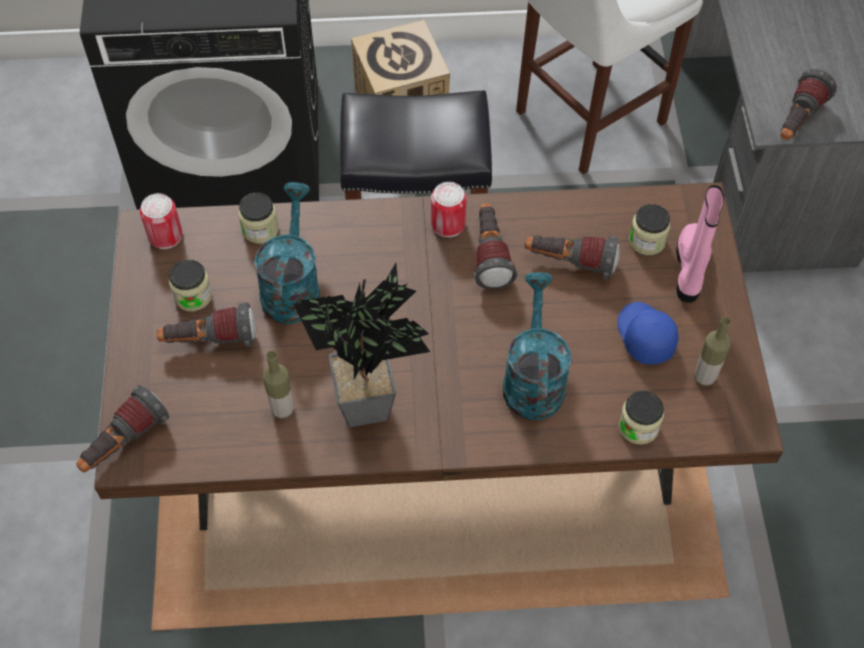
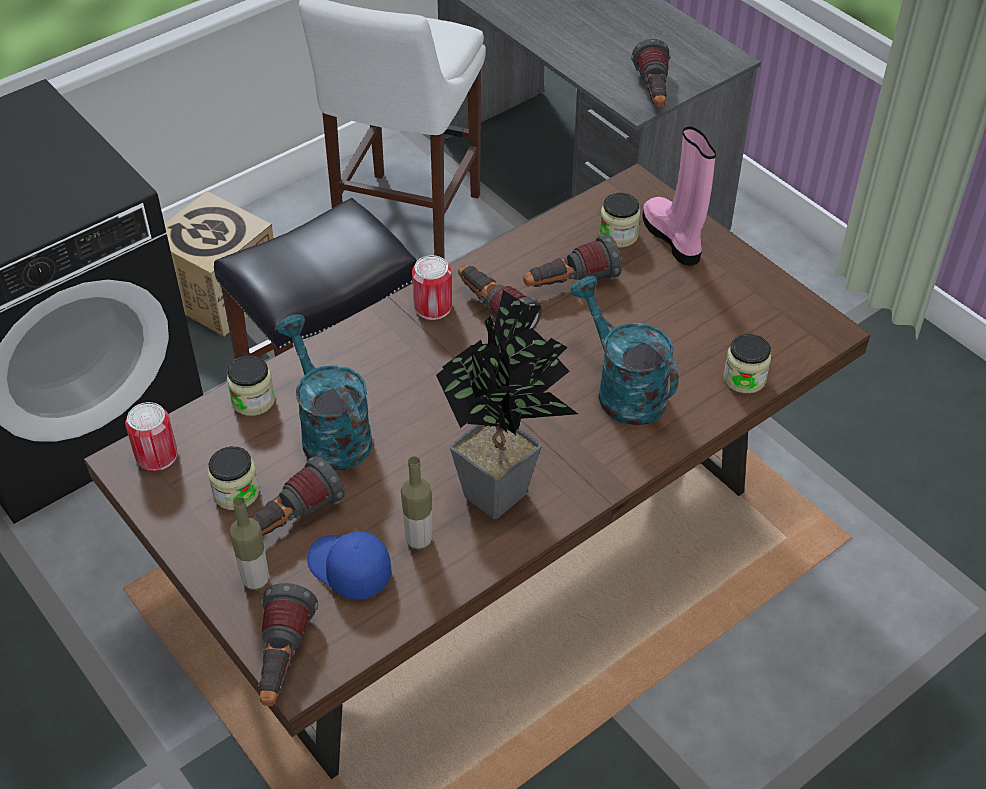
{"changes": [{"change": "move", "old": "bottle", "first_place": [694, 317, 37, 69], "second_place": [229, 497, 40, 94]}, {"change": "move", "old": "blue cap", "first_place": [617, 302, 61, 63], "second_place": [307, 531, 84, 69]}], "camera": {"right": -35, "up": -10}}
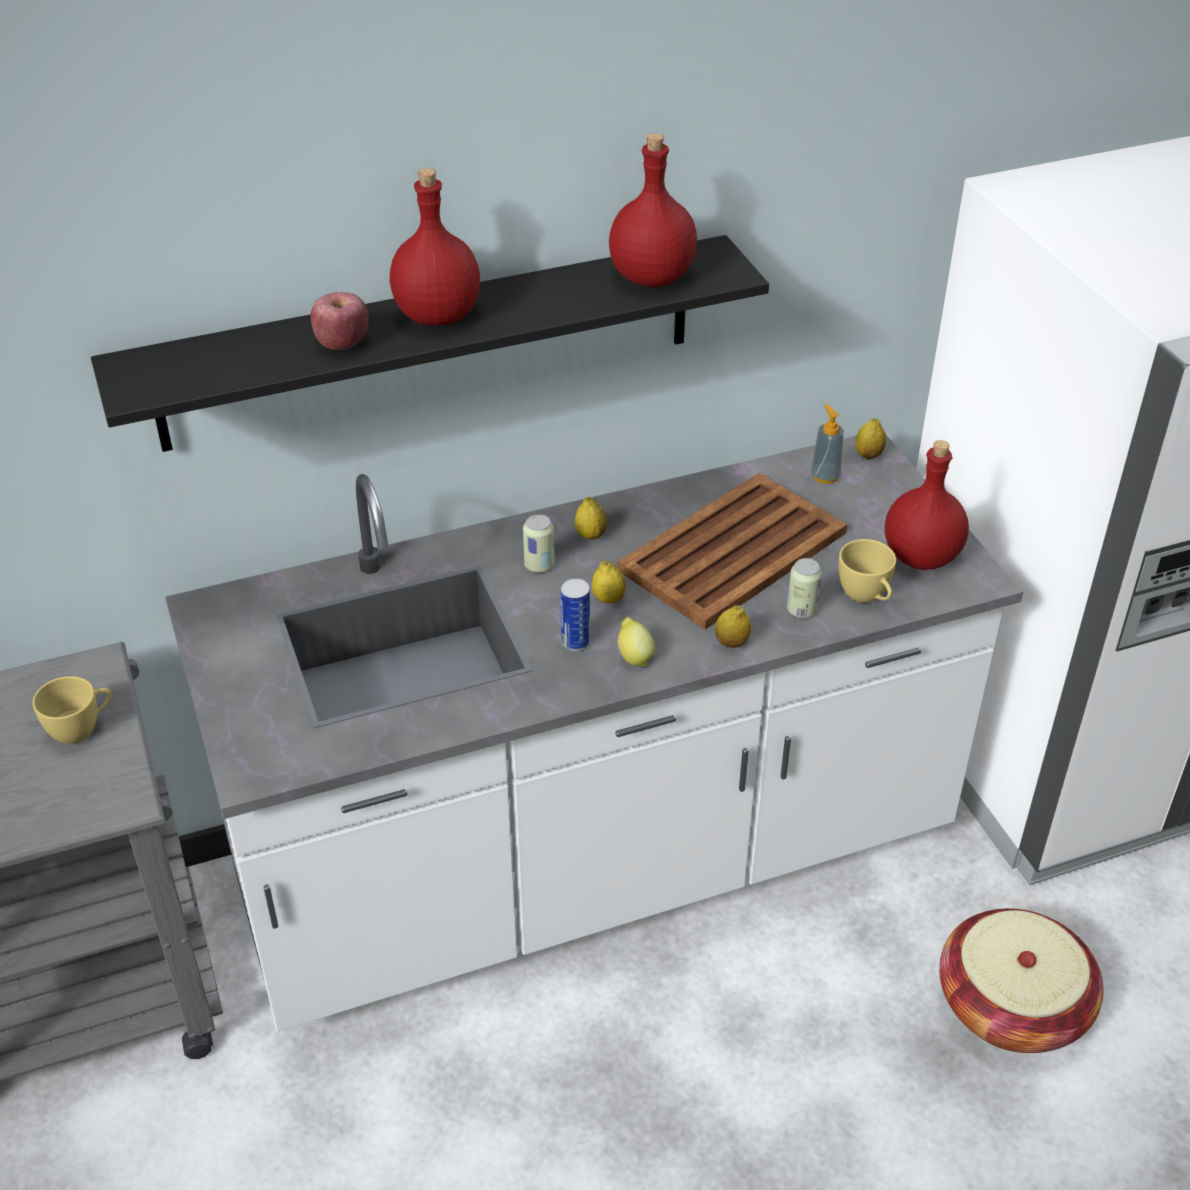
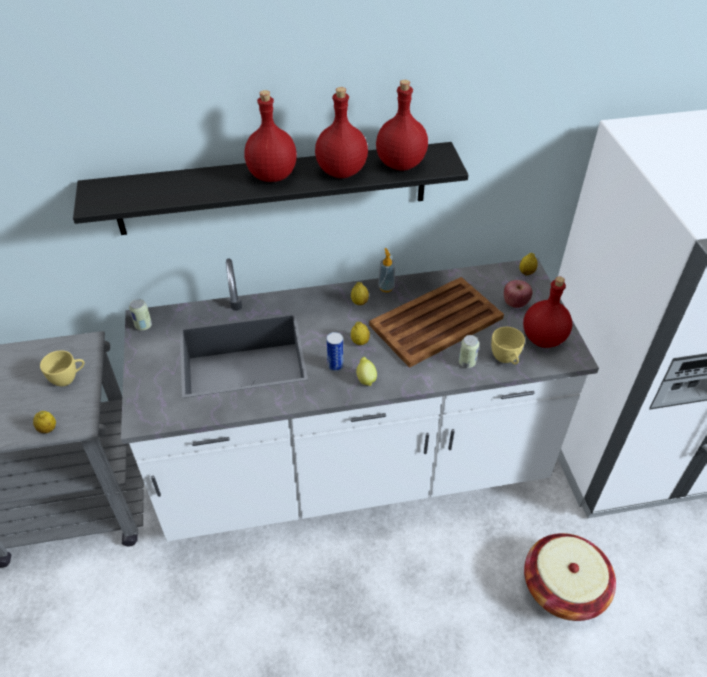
{"changes": [{"change": "move", "old": "lemon", "first_place": [715, 605, 36, 43], "second_place": [33, 411, 23, 22]}, {"change": "move", "old": "can", "first_place": [523, 515, 31, 58], "second_place": [129, 299, 23, 32]}, {"change": "insert", "new": "red bottle", "second_place": [315, 87, 53, 91]}, {"change": "move", "old": "soap dispenser", "first_place": [811, 404, 33, 80], "second_place": [378, 248, 17, 44]}, {"change": "move", "old": "apple", "first_place": [311, 292, 58, 58], "second_place": [504, 280, 28, 28]}], "camera": {"right": 10, "up": 5}}
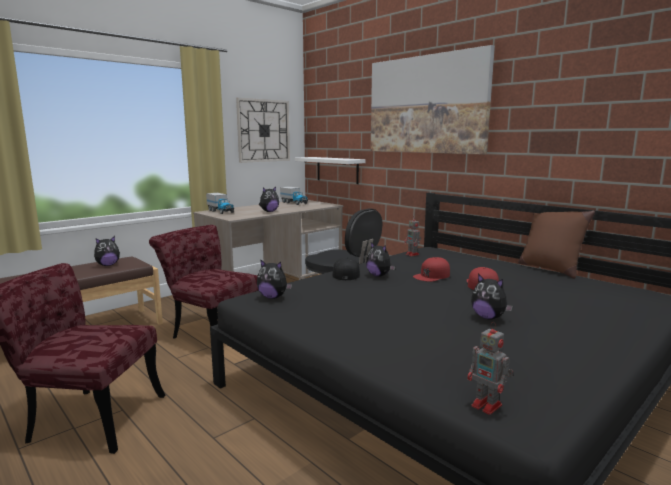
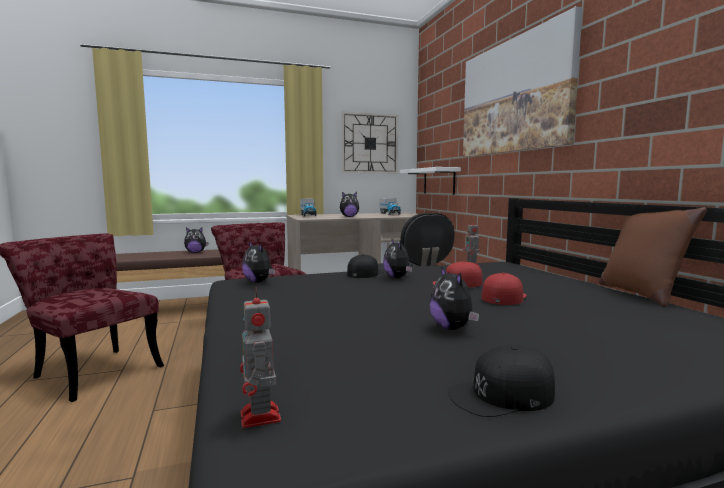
{"changes": [{"change": "insert", "new": "black cap", "second_place": [448, 345, 107, 72]}], "camera": {"right": 25, "up": -5}}
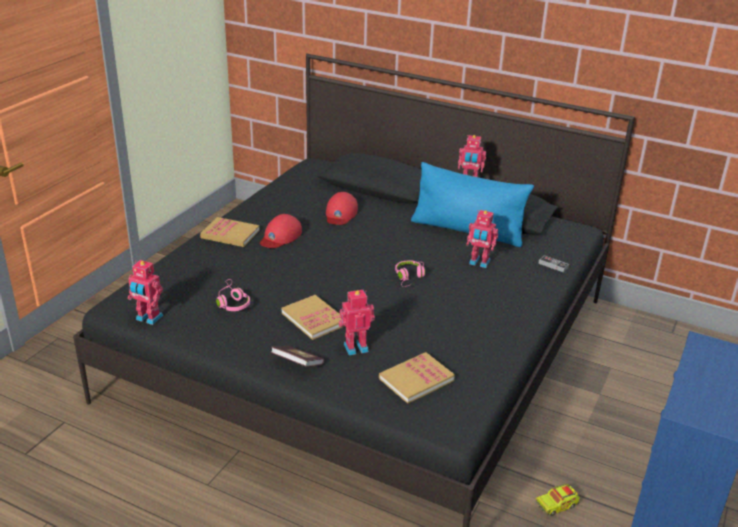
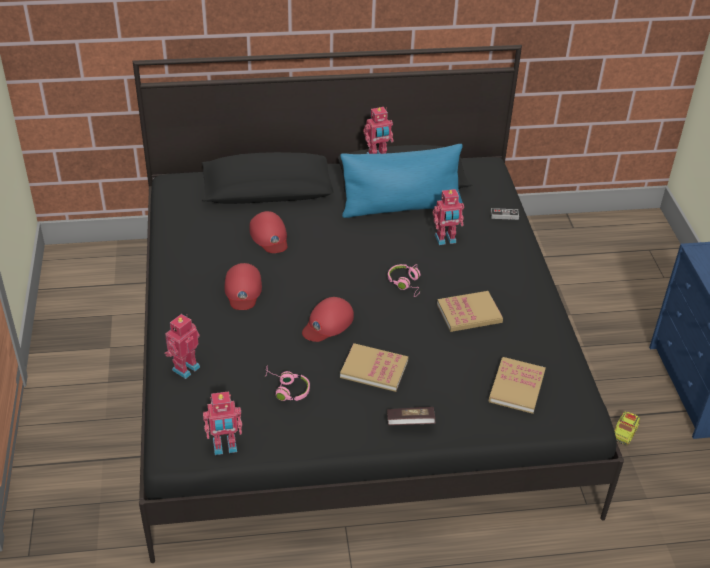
{"changes": [{"change": "move", "old": "toy robot", "first_place": [338, 290, 37, 65], "second_place": [164, 314, 36, 65]}, {"change": "insert", "new": "red cap", "second_place": [302, 297, 52, 45]}, {"change": "move", "old": "book", "first_place": [200, 217, 59, 30], "second_place": [437, 291, 66, 41]}], "camera": {"right": -35, "up": 10}}
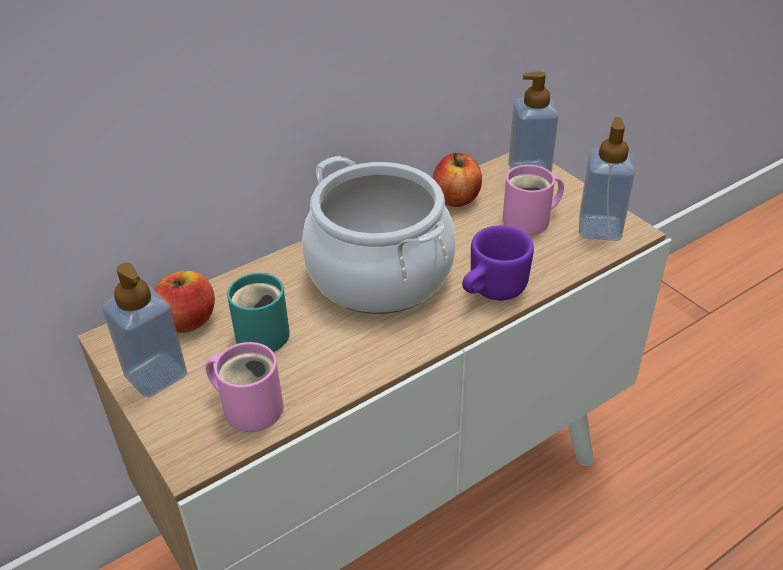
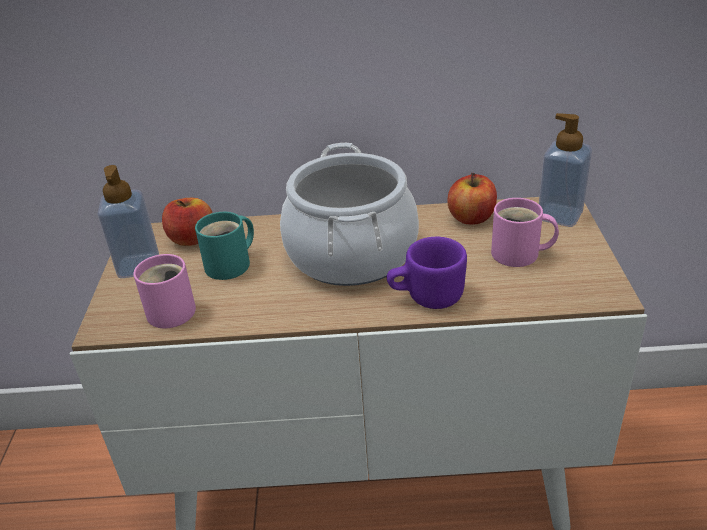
{"changes": [{"change": "delete", "old": "soap dispenser", "first_place": [579, 117, 56, 124]}], "camera": {"right": 35, "up": -5}}
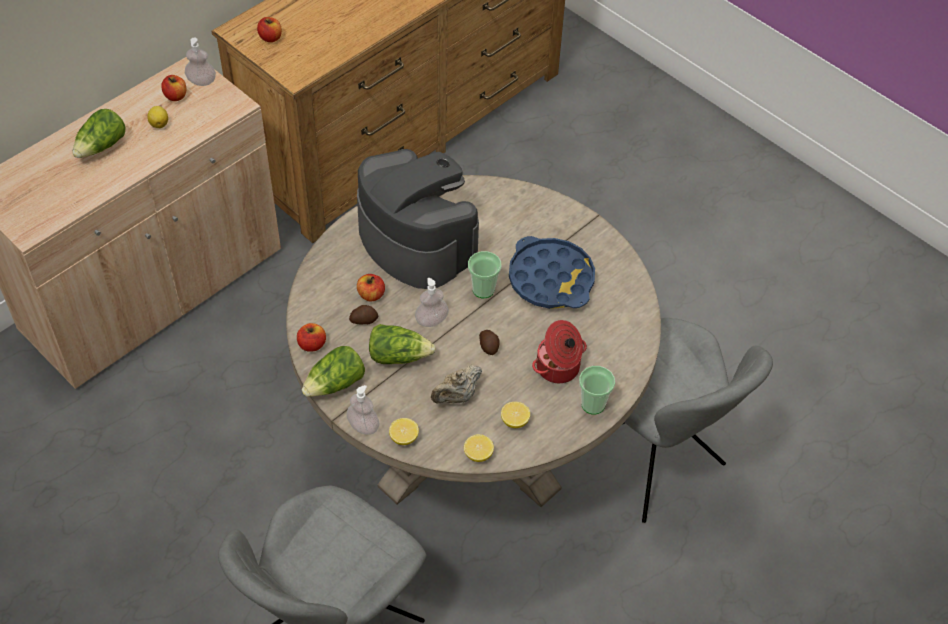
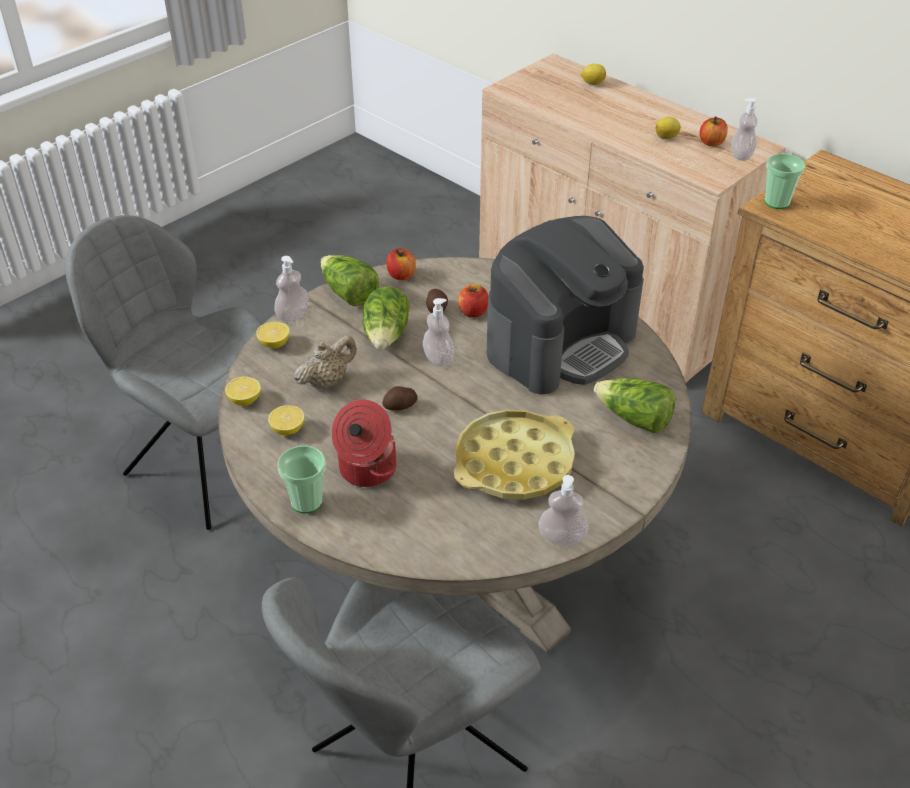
{"changes": [{"change": "rotate", "old": "beige teapot", "first_place": [431, 365, 51, 39], "second_place": [294, 335, 63, 55], "degrees": 90}, {"change": "recolor", "old": "blue tray", "new": "yellow tray", "first_place": [509, 236, 86, 73], "second_place": [454, 410, 121, 90]}, {"change": "insert", "new": "soap dispenser", "second_place": [539, 475, 50, 71]}, {"change": "insert", "new": "lemon", "second_place": [581, 64, 25, 21]}, {"change": "move", "old": "lettuce", "first_place": [72, 109, 54, 49], "second_place": [594, 378, 81, 55]}, {"change": "move", "old": "cup", "first_place": [468, 251, 34, 47], "second_place": [765, 153, 40, 56]}, {"change": "delete", "old": "apple", "first_place": [257, 17, 25, 25]}], "camera": {"right": 90, "up": -10}}
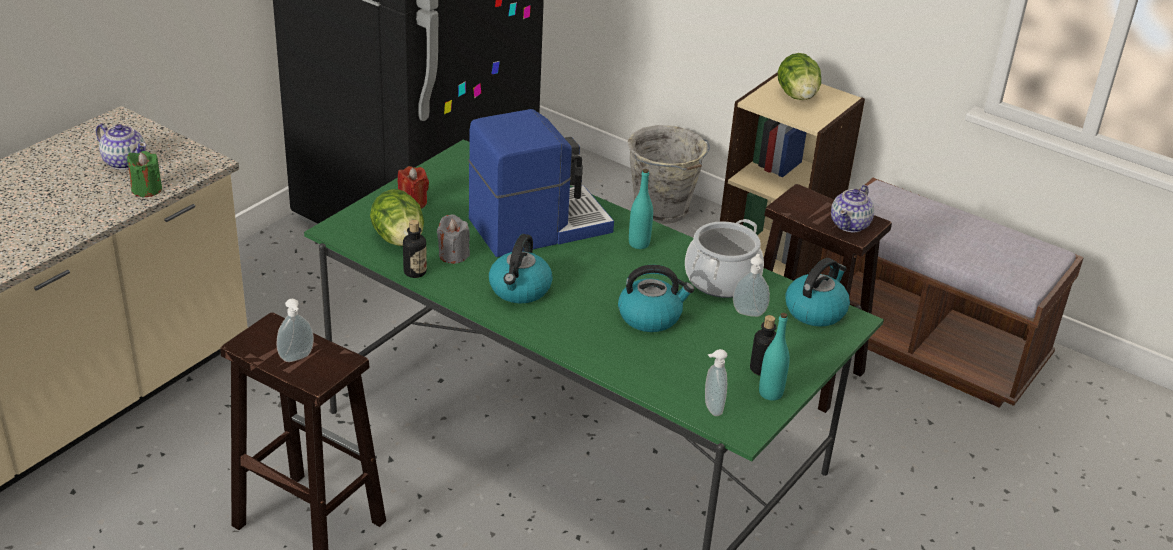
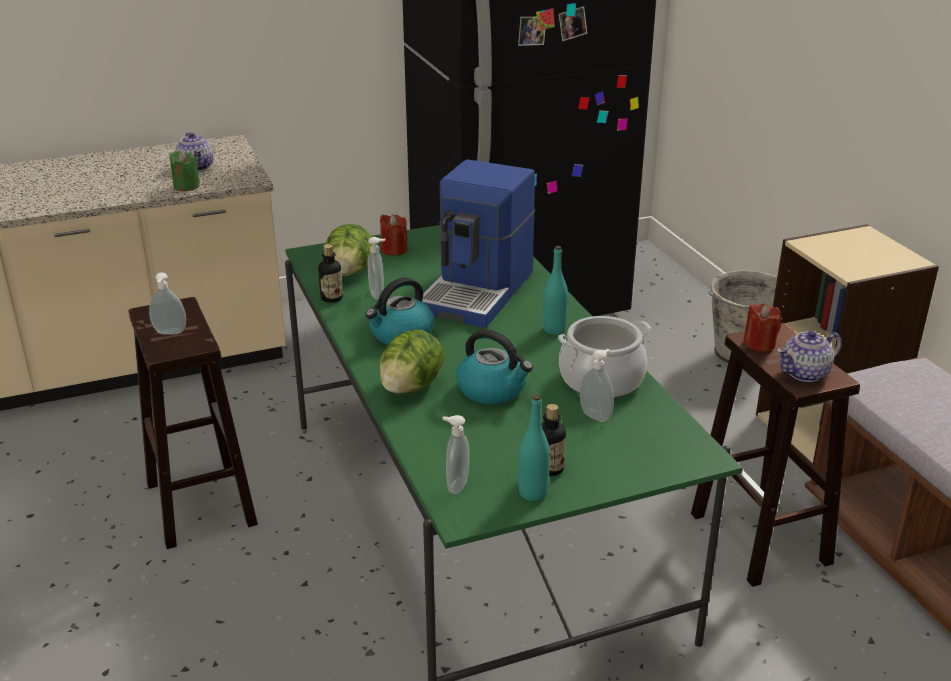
{"changes": [{"change": "replace", "old": "grey candle", "new": "soap dispenser", "first_place": [437, 214, 33, 50], "second_place": [368, 237, 18, 62]}, {"change": "move", "old": "lettuce", "first_place": [777, 53, 44, 47], "second_place": [379, 330, 65, 64]}, {"change": "rotate", "old": "coffee machine", "first_place": [468, 109, 146, 148], "second_place": [422, 159, 113, 169], "degrees": 105}, {"change": "insert", "new": "red candle", "second_place": [744, 303, 37, 49]}, {"change": "delete", "old": "kettle", "first_place": [785, 258, 65, 69]}], "camera": {"right": 35, "up": -5}}
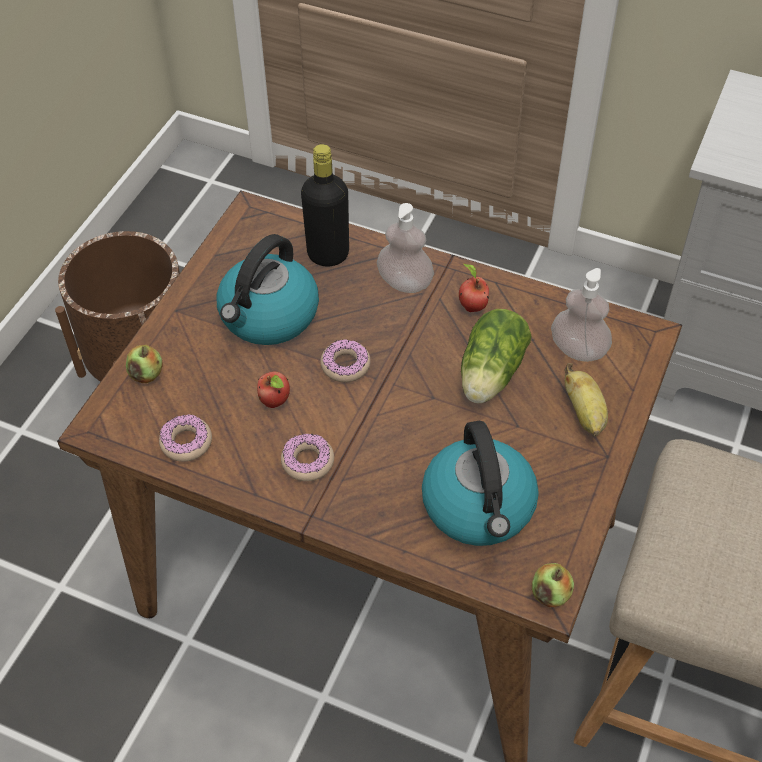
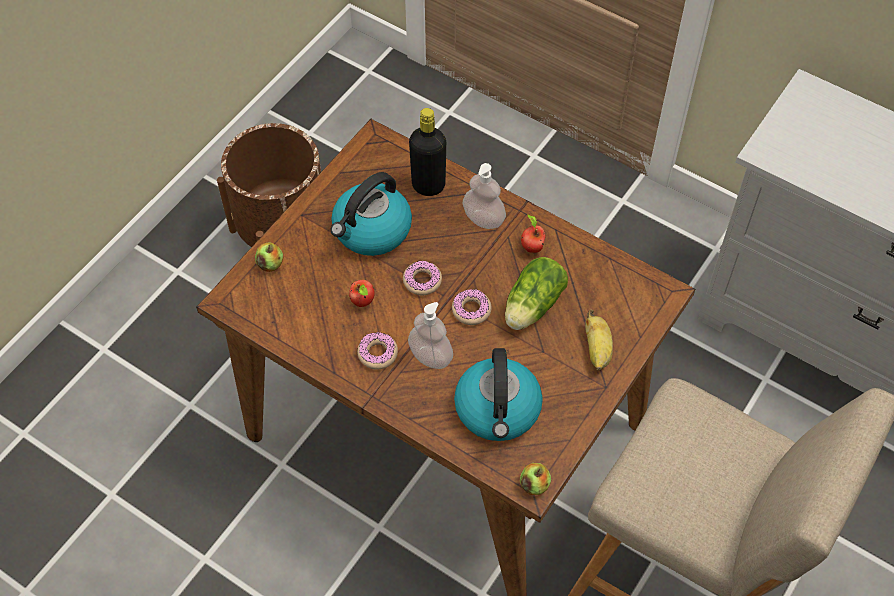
{"changes": [{"change": "move", "old": "soap dispenser", "first_place": [551, 268, 61, 94], "second_place": [408, 302, 45, 67]}, {"change": "move", "old": "donut", "first_place": [159, 414, 53, 48], "second_place": [452, 289, 40, 36]}], "camera": {"right": 10, "up": 5}}
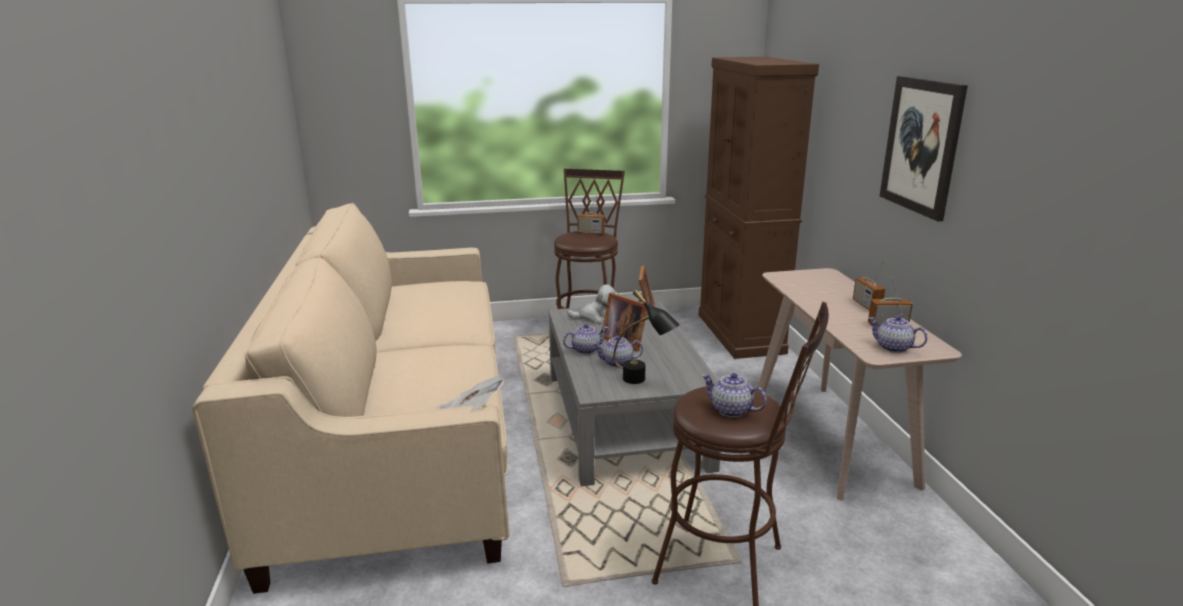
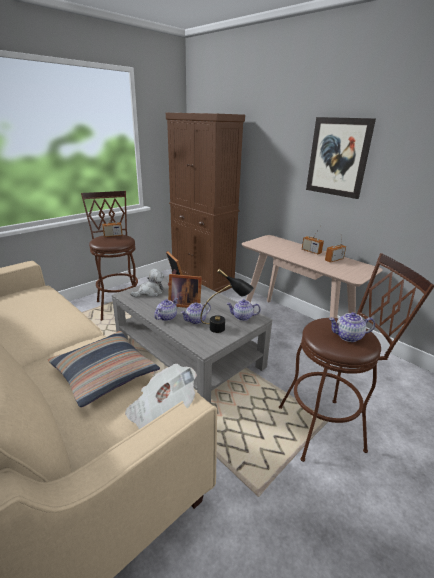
{"changes": [{"change": "insert", "new": "pillow", "second_place": [48, 331, 112, 76]}, {"change": "move", "old": "teapot", "first_place": [868, 316, 60, 37], "second_place": [227, 299, 34, 22]}], "camera": {"right": -35, "up": 5}}
